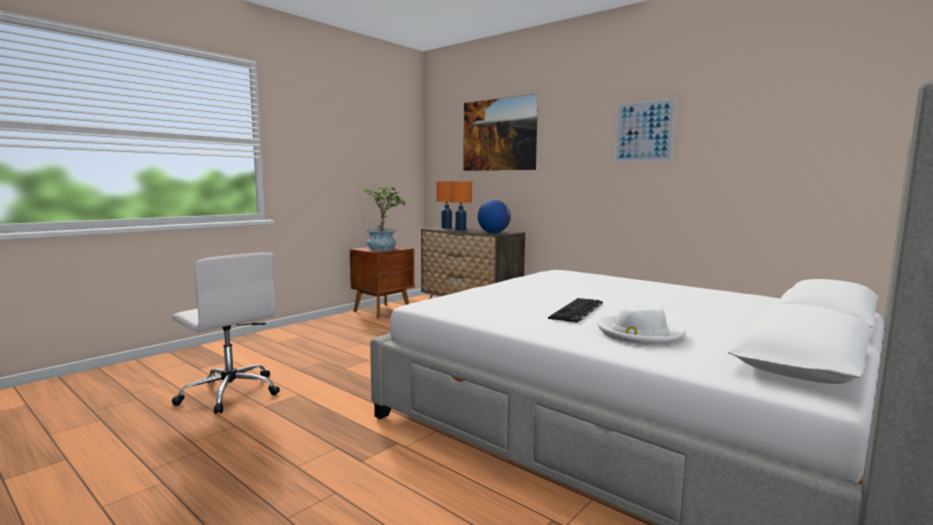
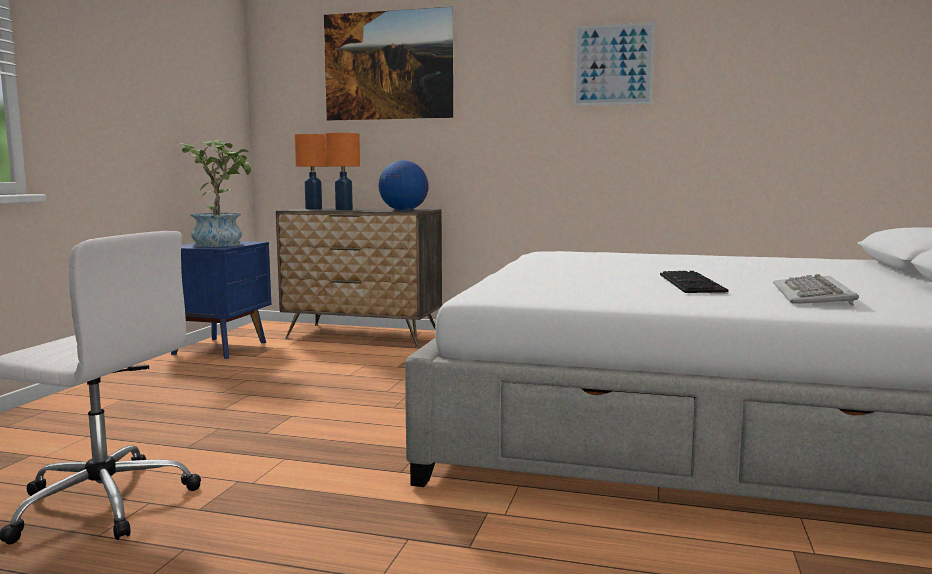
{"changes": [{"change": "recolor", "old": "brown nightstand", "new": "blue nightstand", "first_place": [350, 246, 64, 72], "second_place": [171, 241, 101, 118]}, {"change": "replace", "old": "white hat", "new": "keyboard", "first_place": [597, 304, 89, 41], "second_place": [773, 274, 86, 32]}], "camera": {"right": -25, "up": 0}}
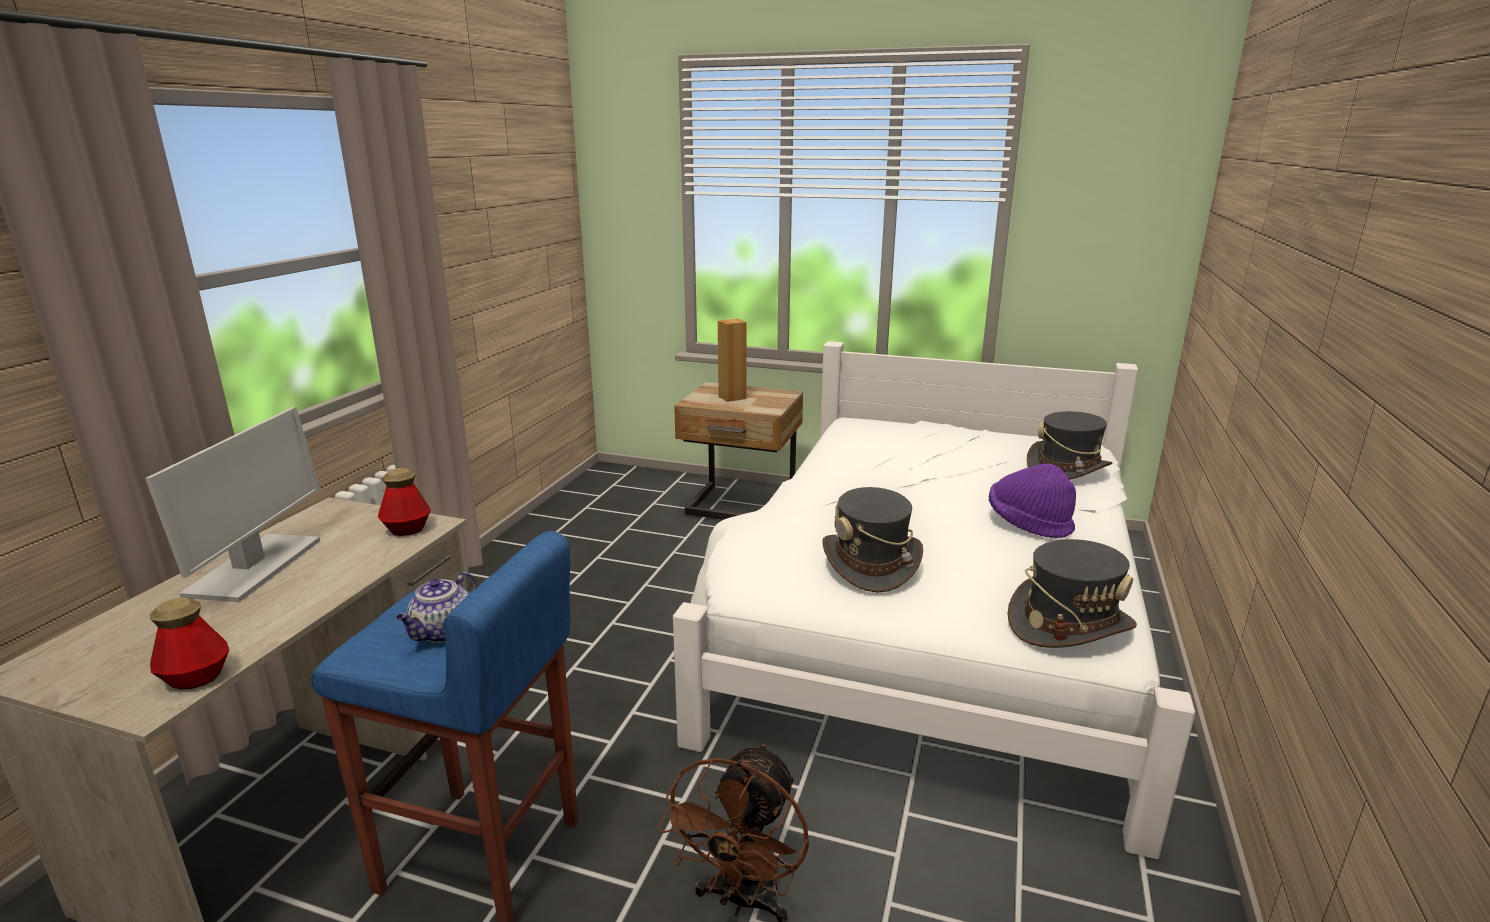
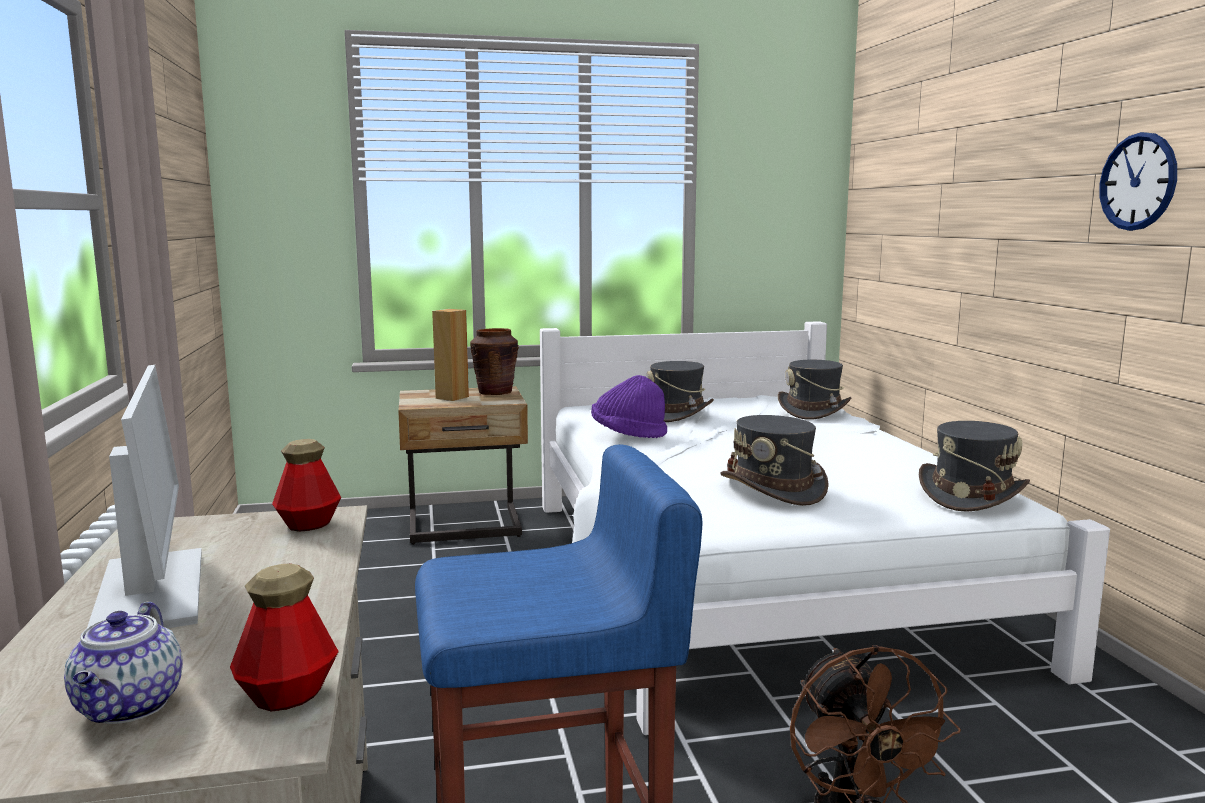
{"changes": [{"change": "move", "old": "teapot", "first_place": [396, 572, 81, 71], "second_place": [64, 602, 119, 122]}, {"change": "insert", "new": "brown vase", "second_place": [470, 328, 49, 67]}, {"change": "move", "old": "purple hat", "first_place": [989, 464, 87, 74], "second_place": [591, 375, 76, 63]}, {"change": "insert", "new": "grey hat", "second_place": [647, 361, 67, 61]}, {"change": "insert", "new": "wall clock", "second_place": [1100, 132, 77, 99]}], "camera": {"right": -30, "up": -10}}
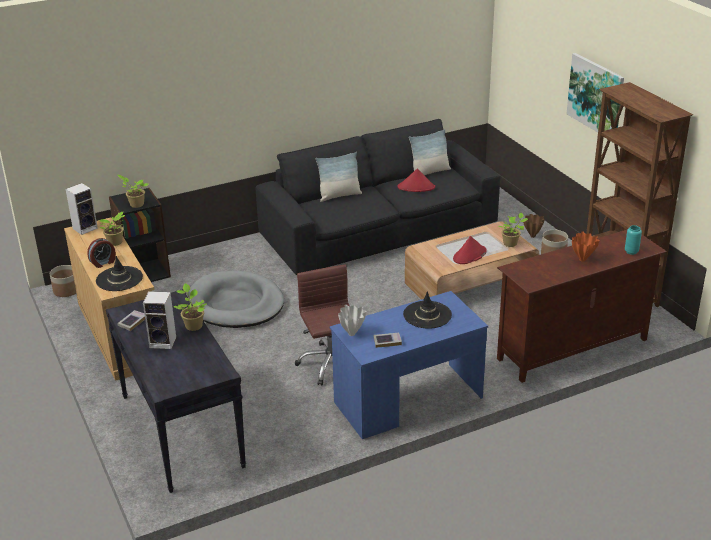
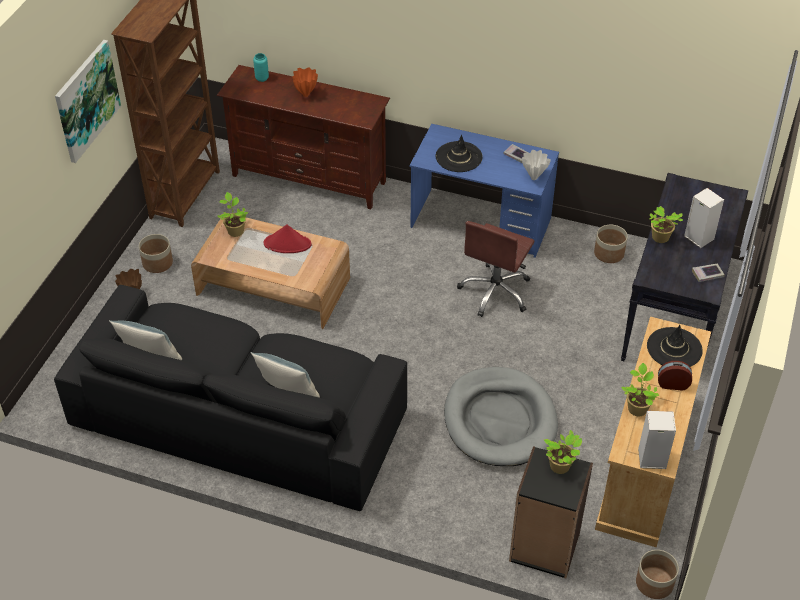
{"changes": [{"change": "insert", "new": "planter", "second_place": [594, 225, 34, 38]}, {"change": "delete", "old": "red hat", "first_place": [398, 169, 37, 23]}], "camera": {"right": -135, "up": 15}}
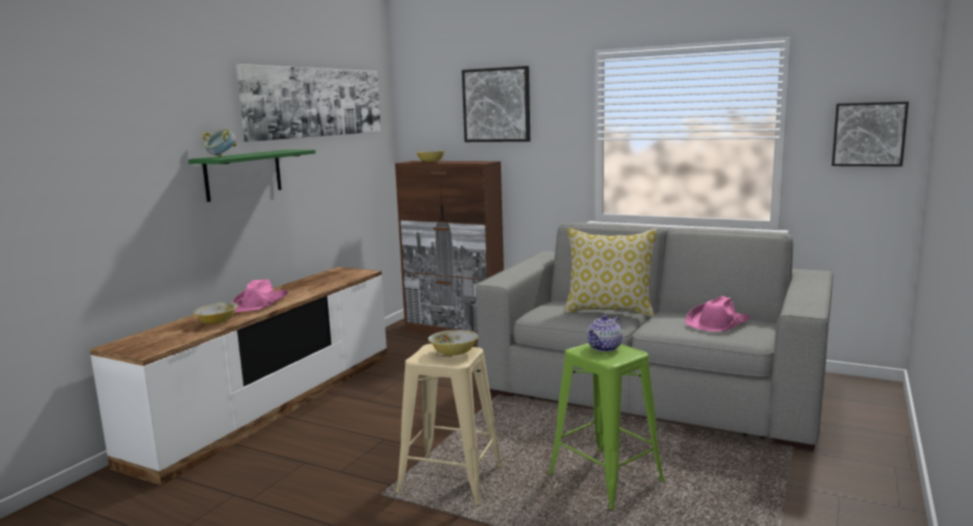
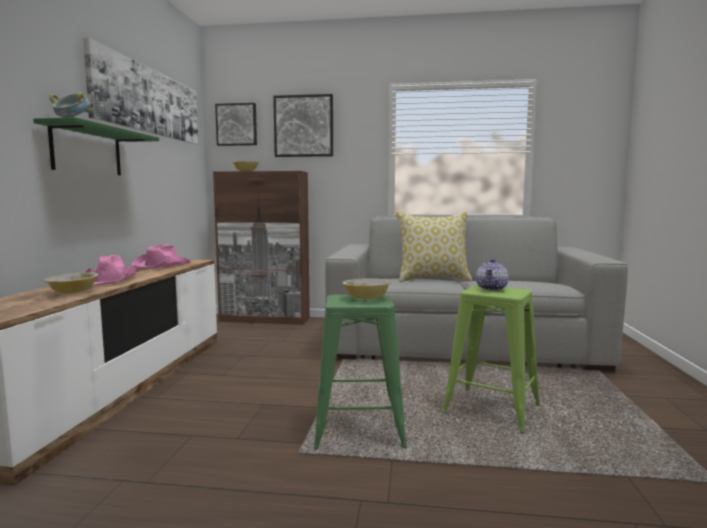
{"changes": [{"change": "move", "old": "pink hat", "first_place": [685, 296, 66, 36], "second_place": [131, 244, 60, 24]}, {"change": "move", "old": "picture", "first_place": [832, 101, 77, 66], "second_place": [215, 103, 42, 43]}, {"change": "recolor", "old": "beige stool", "new": "green stool", "first_place": [396, 344, 107, 162], "second_place": [314, 295, 93, 155]}], "camera": {"right": -20, "up": -5}}
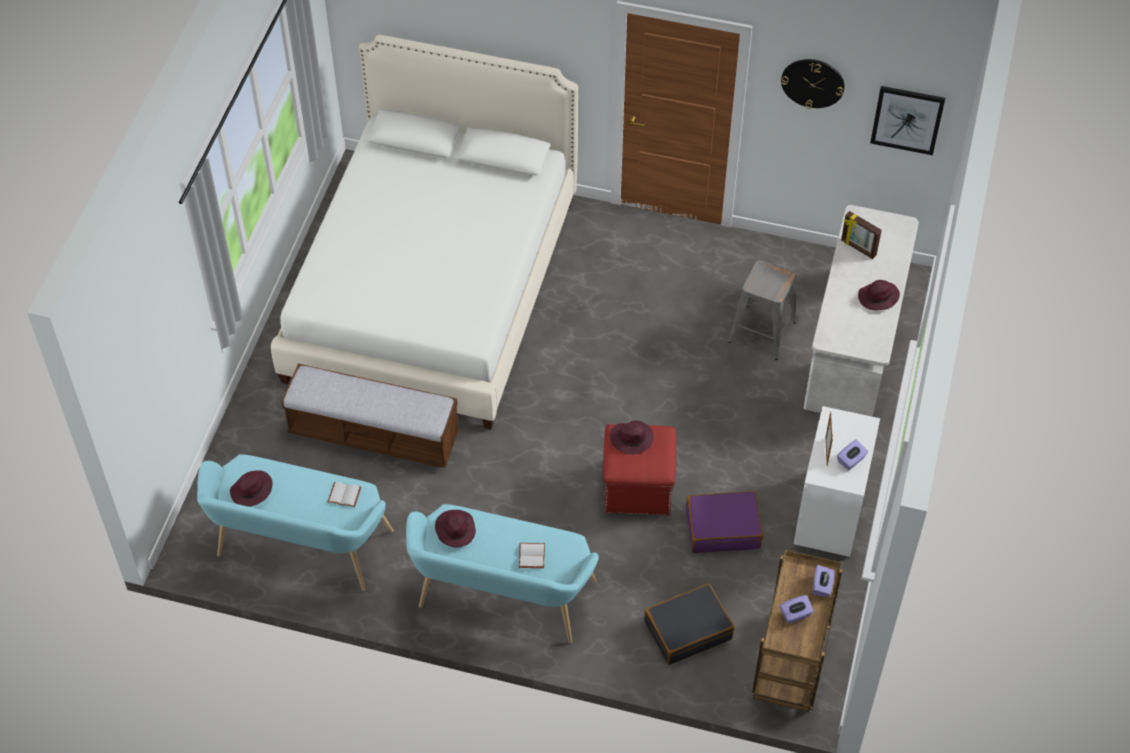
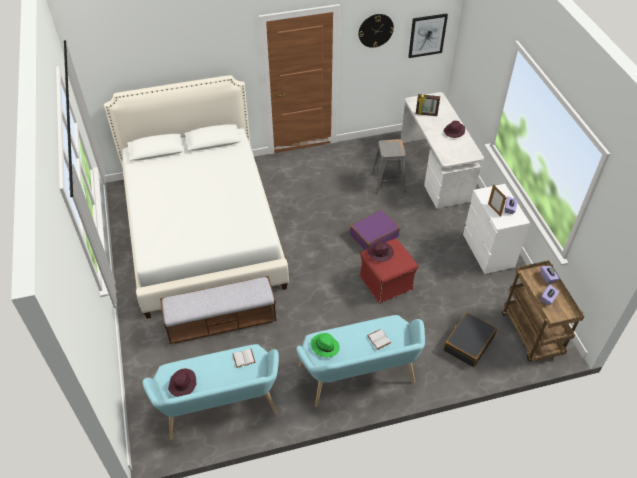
{"changes": [{"change": "recolor", "old": "purple hat", "new": "green hat", "first_place": [435, 510, 41, 37], "second_place": [311, 333, 29, 24]}, {"change": "move", "old": "purple suitcase", "first_place": [686, 491, 77, 62], "second_place": [350, 210, 50, 40]}], "camera": {"right": -30, "up": -5}}
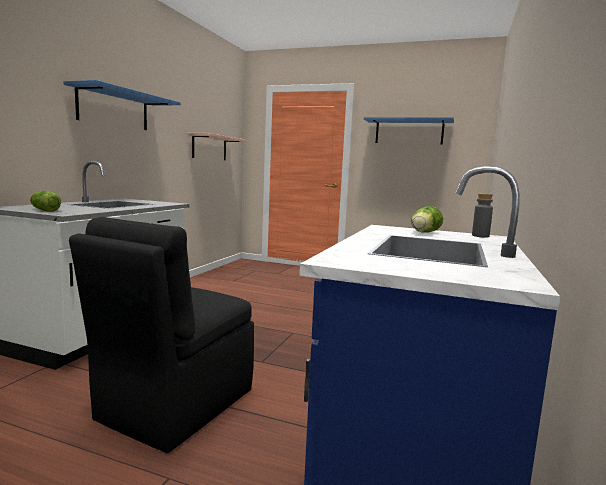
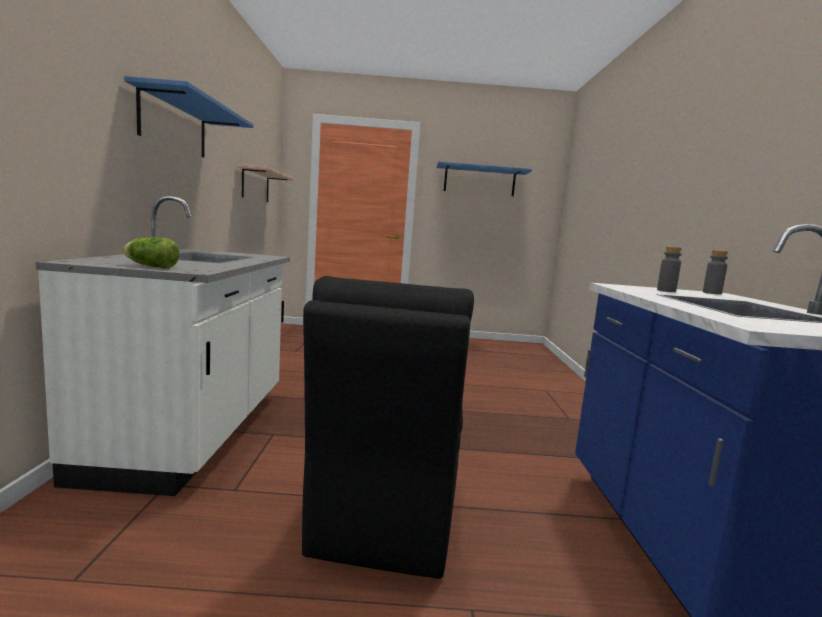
{"changes": [{"change": "replace", "old": "lettuce", "new": "grey bottle", "first_place": [411, 206, 32, 27], "second_place": [657, 247, 25, 45]}], "camera": {"right": -20, "up": 0}}
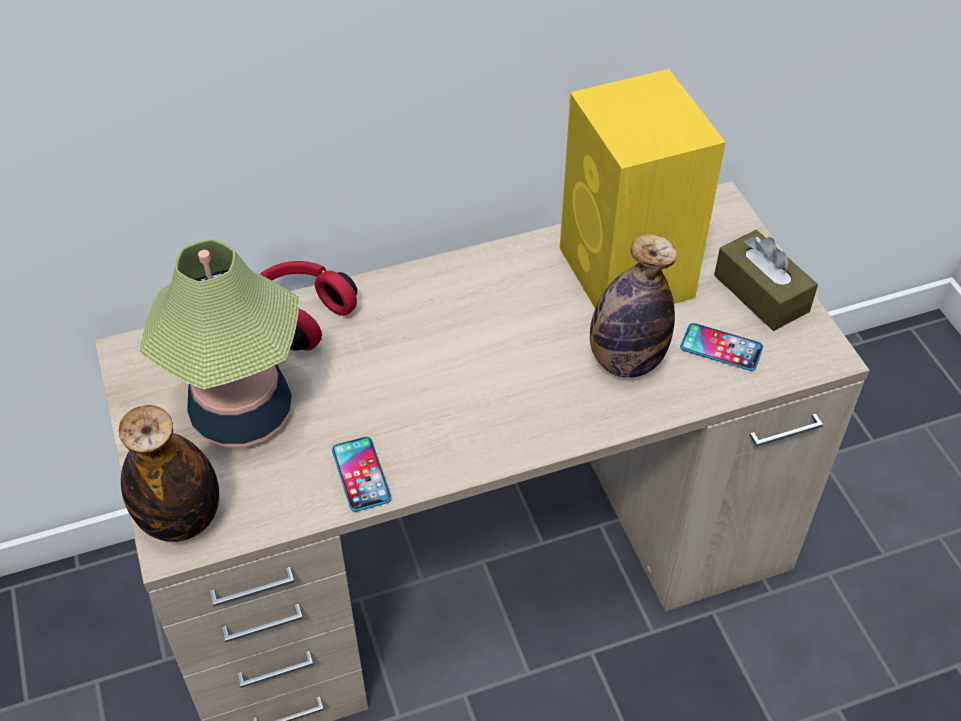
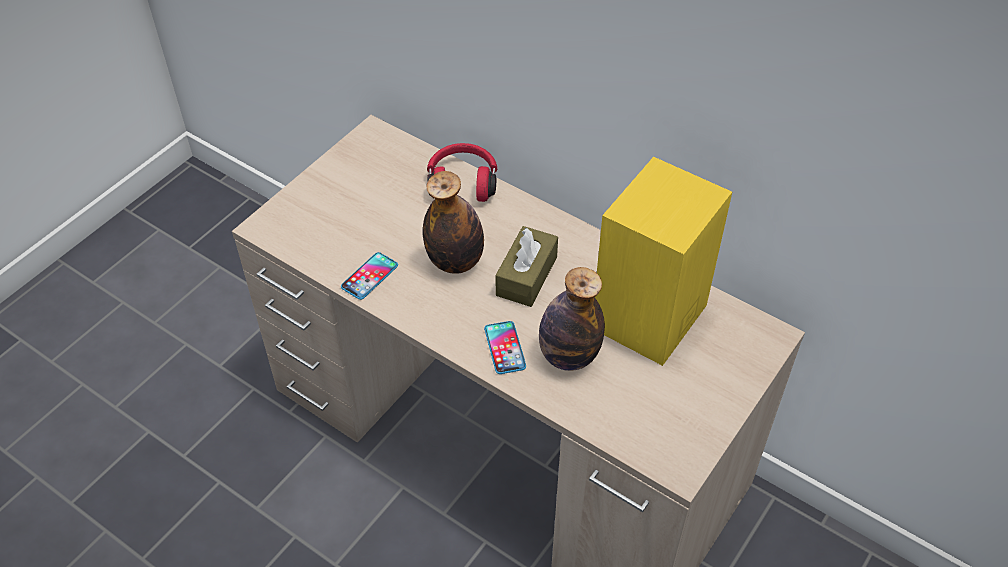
{"changes": [{"change": "move", "old": "bottle", "first_place": [119, 405, 100, 137], "second_place": [423, 171, 61, 103]}, {"change": "move", "old": "phone", "first_place": [680, 323, 83, 48], "second_place": [484, 321, 42, 53]}, {"change": "move", "old": "brown tissue box", "first_place": [714, 230, 104, 101], "second_place": [496, 226, 62, 81]}, {"change": "delete", "old": "table lamp", "first_place": [139, 239, 160, 208]}], "camera": {"right": 55, "up": 0}}
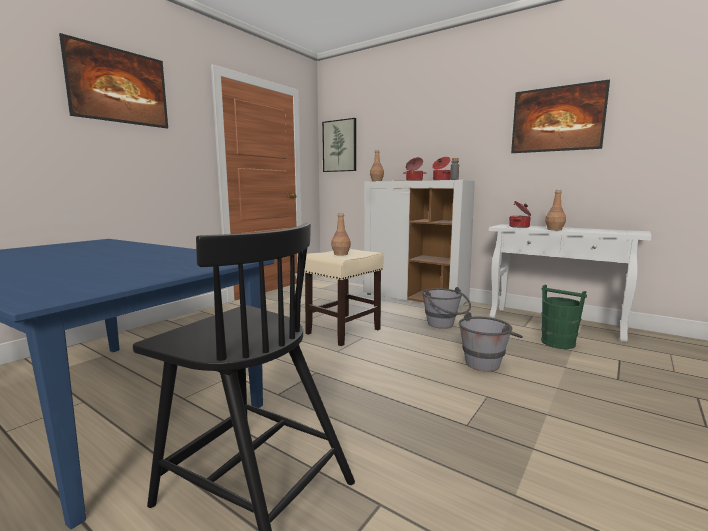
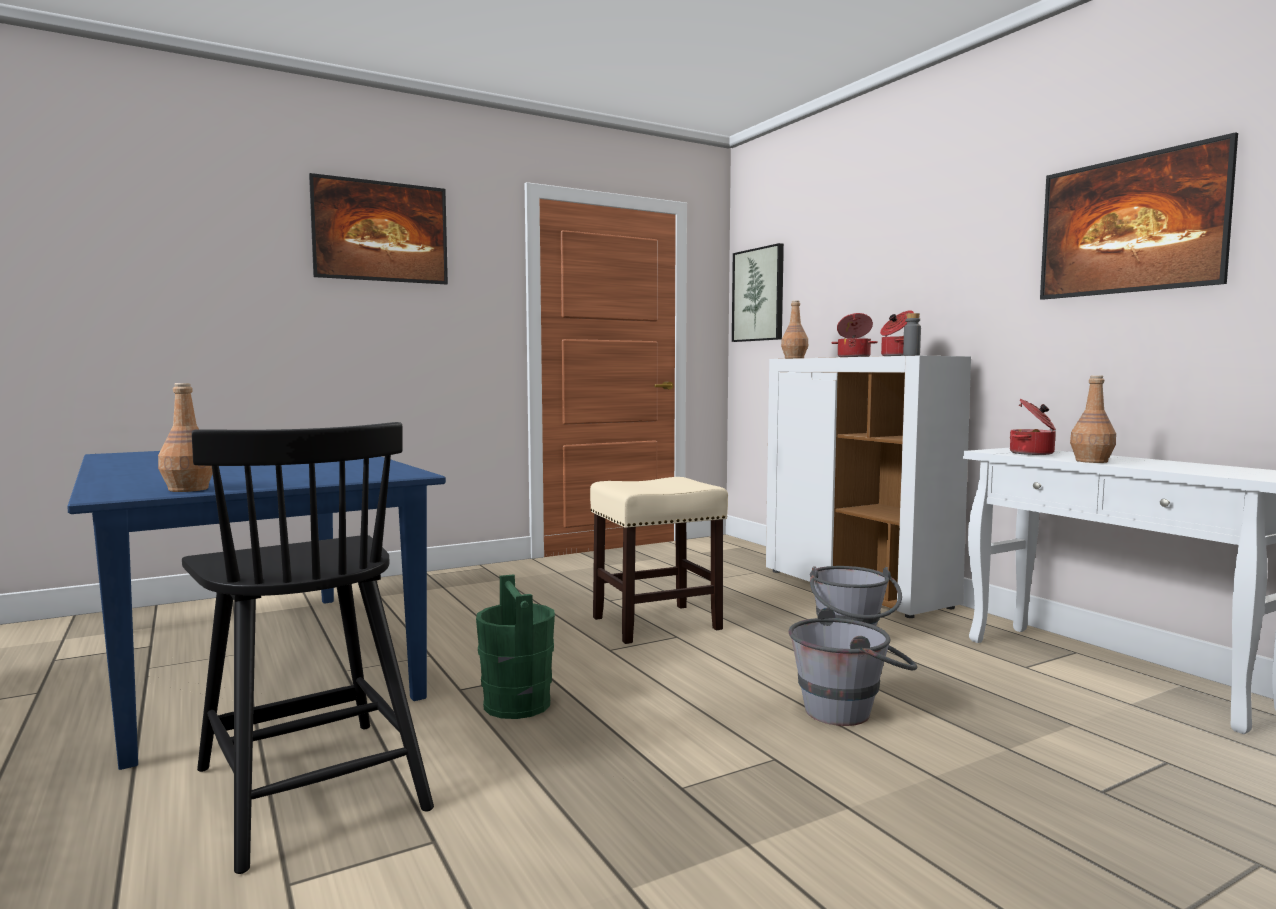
{"changes": [{"change": "move", "old": "brown bottle", "first_place": [331, 213, 20, 43], "second_place": [158, 383, 55, 109]}, {"change": "move", "old": "green bucket", "first_place": [541, 285, 46, 64], "second_place": [476, 574, 79, 145]}], "camera": {"right": 25, "up": -5}}
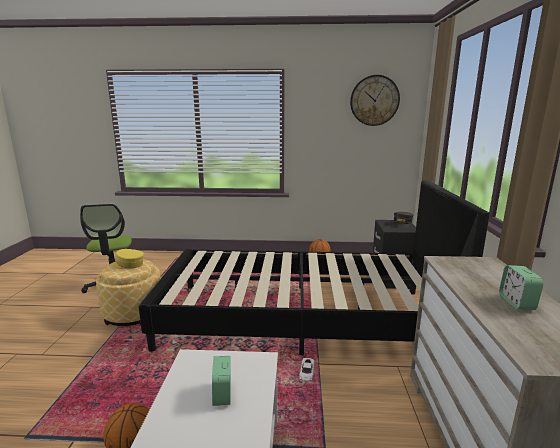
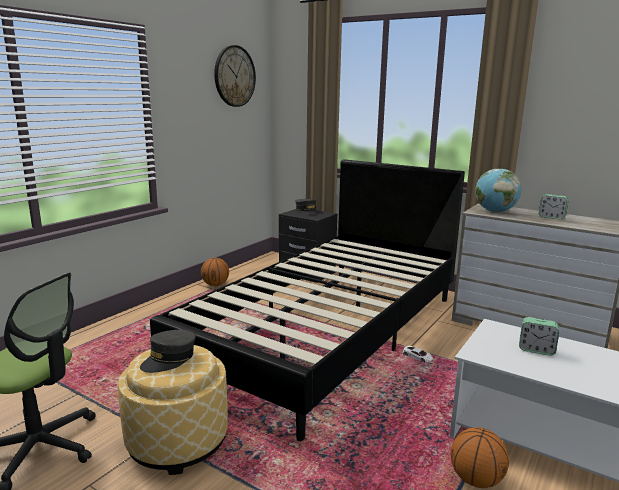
{"changes": [{"change": "recolor", "old": "yellow cap", "new": "grey cap", "first_place": [111, 249, 33, 20], "second_place": [140, 330, 56, 43]}, {"change": "insert", "new": "globe", "second_place": [475, 169, 46, 43]}], "camera": {"right": -60, "up": 0}}
